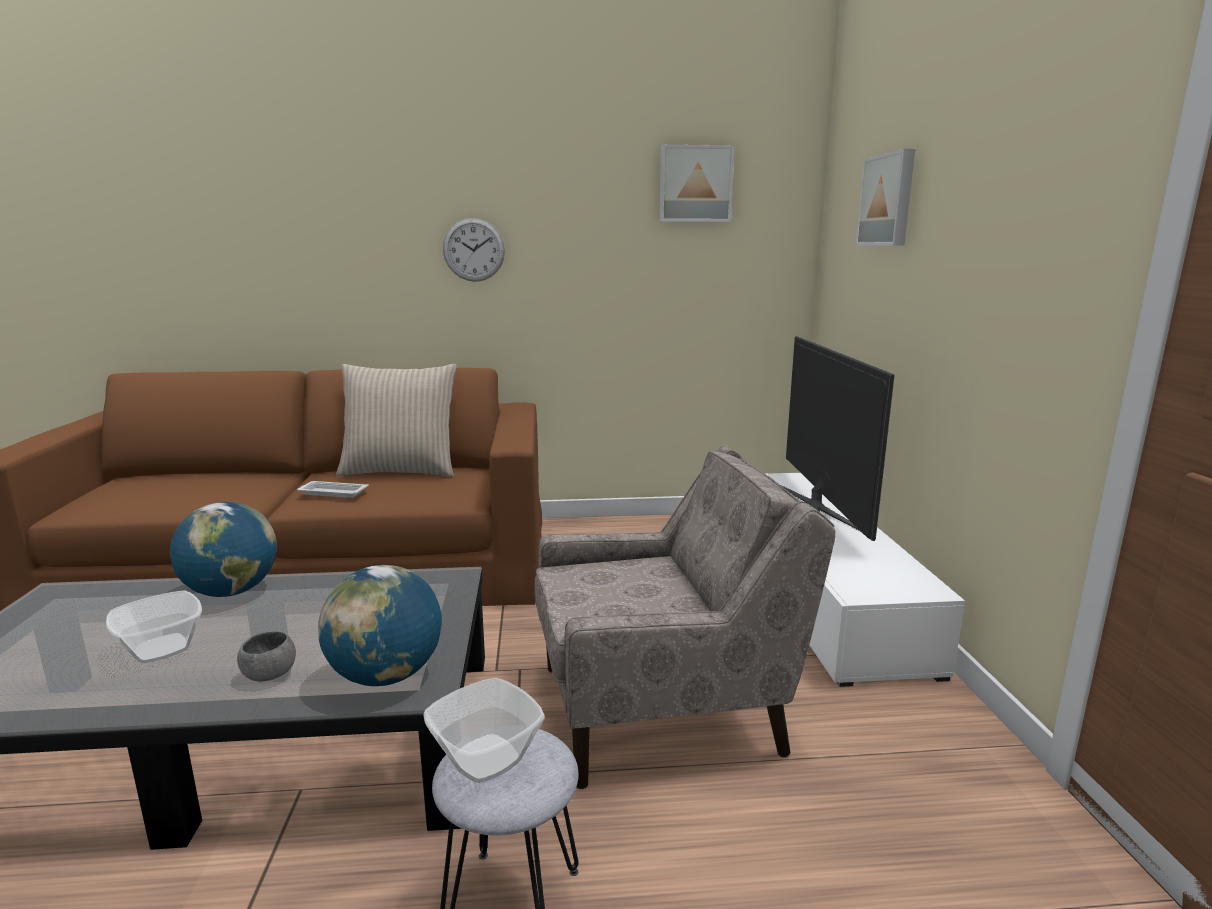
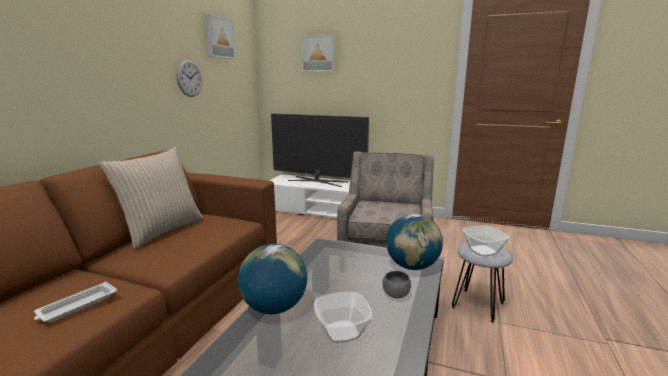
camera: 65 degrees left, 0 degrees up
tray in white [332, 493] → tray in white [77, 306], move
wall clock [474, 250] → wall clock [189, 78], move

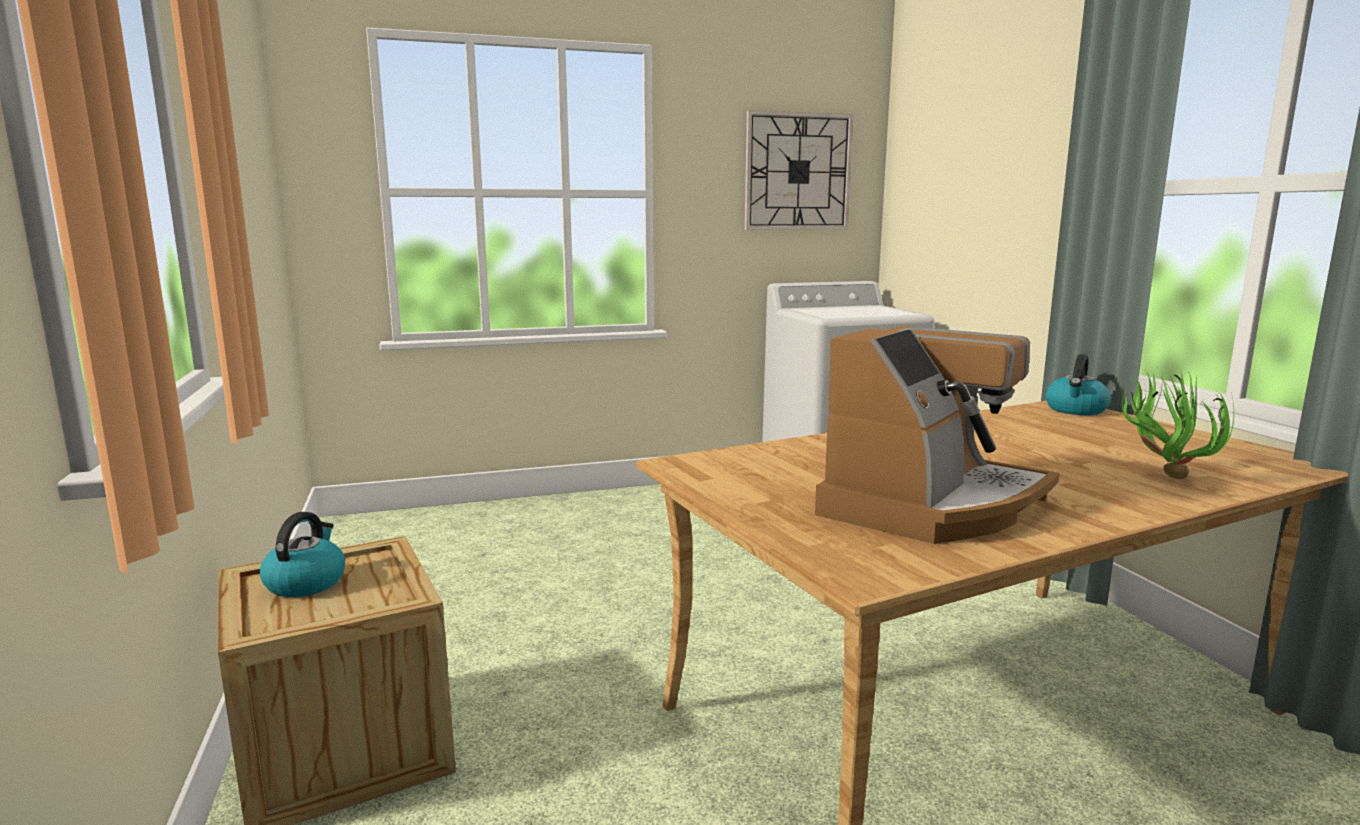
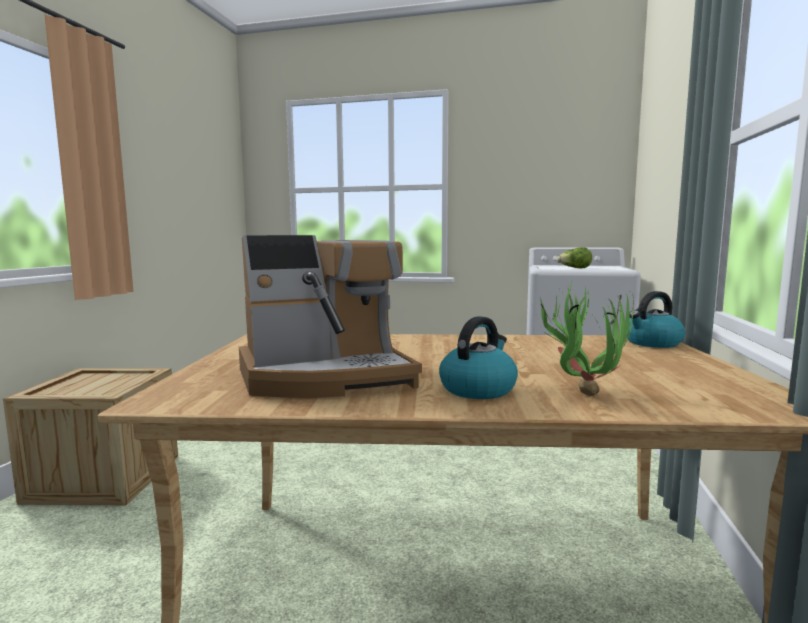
camera: 30 degrees right, 5 degrees down
kettle [306, 582] → kettle [478, 389], move
- → lettuce [574, 268]
wall clock [798, 172] → -

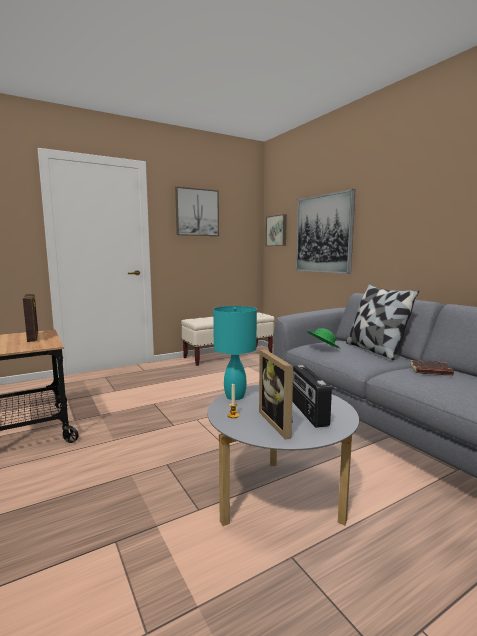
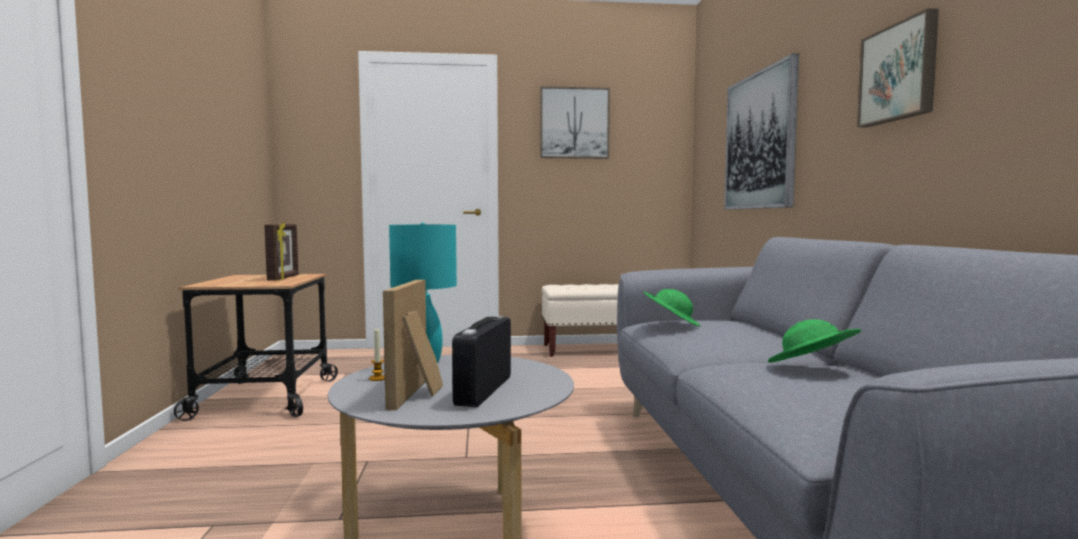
camera: 25 degrees right, 5 degrees down
book in brown [430, 371] → hat in green [811, 369]
picture [277, 231] → picture [899, 73], move
pillow [375, 350] → -

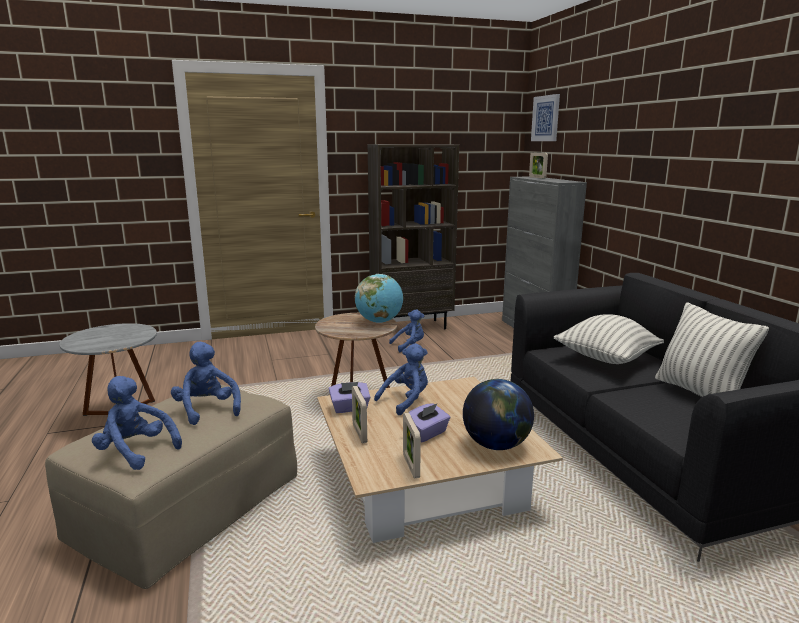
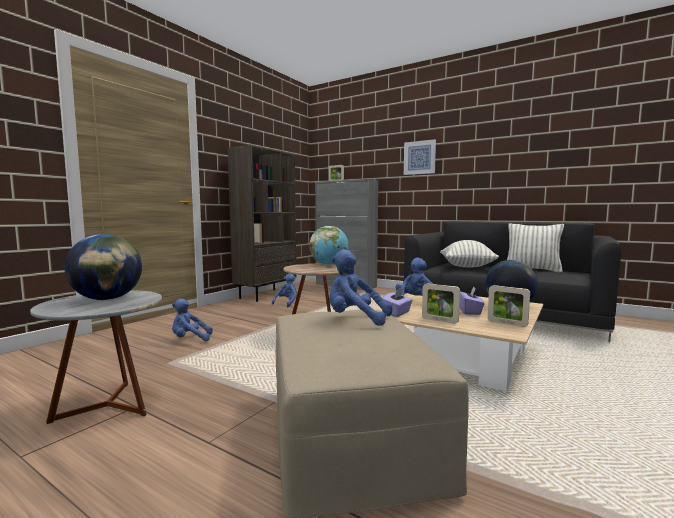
camera: 40 degrees left, 10 degrees down
- → globe [107, 299]
plush toy in blue [136, 451] → plush toy in blue [190, 339], move
picture [546, 118] → picture [419, 157], move

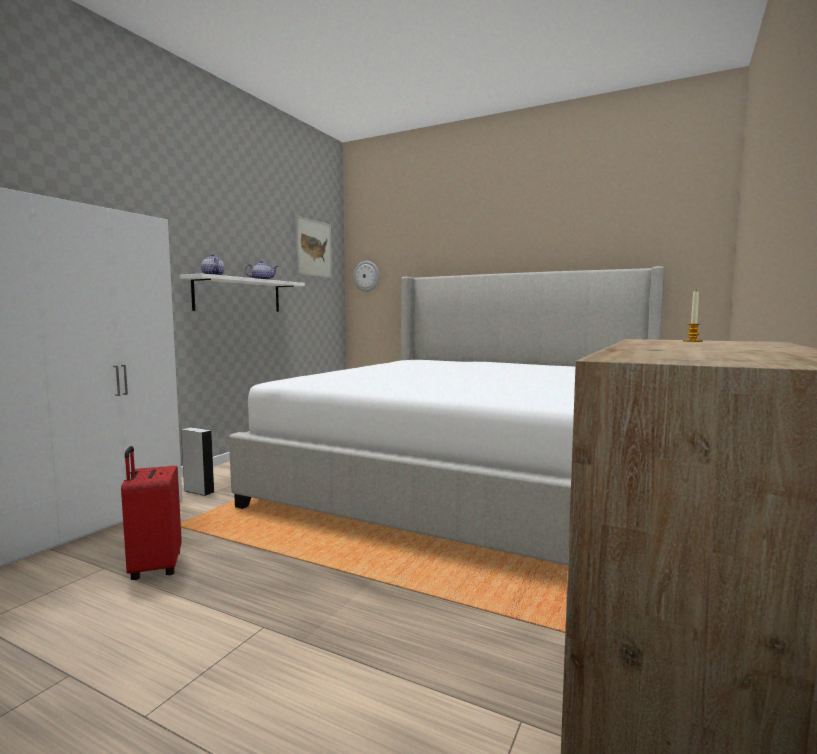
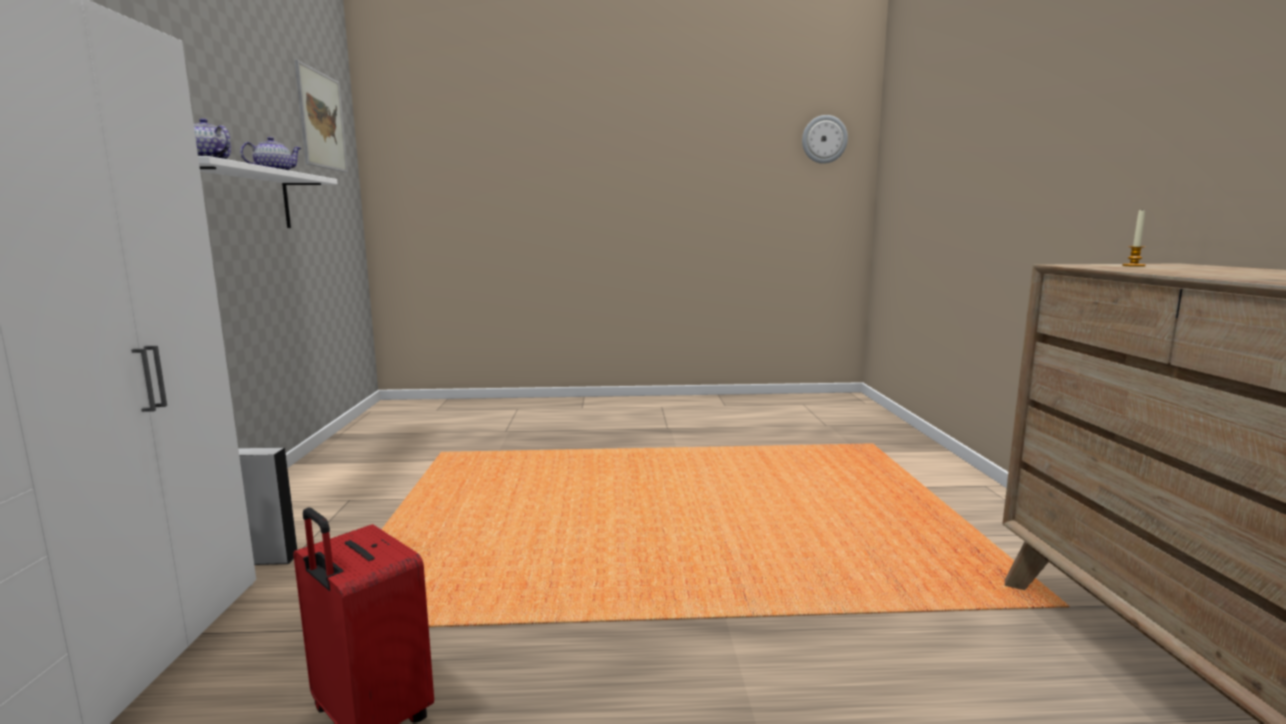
camera: 30 degrees left, 5 degrees up
wall clock [367, 276] → wall clock [824, 139], move
bed [473, 480] → -

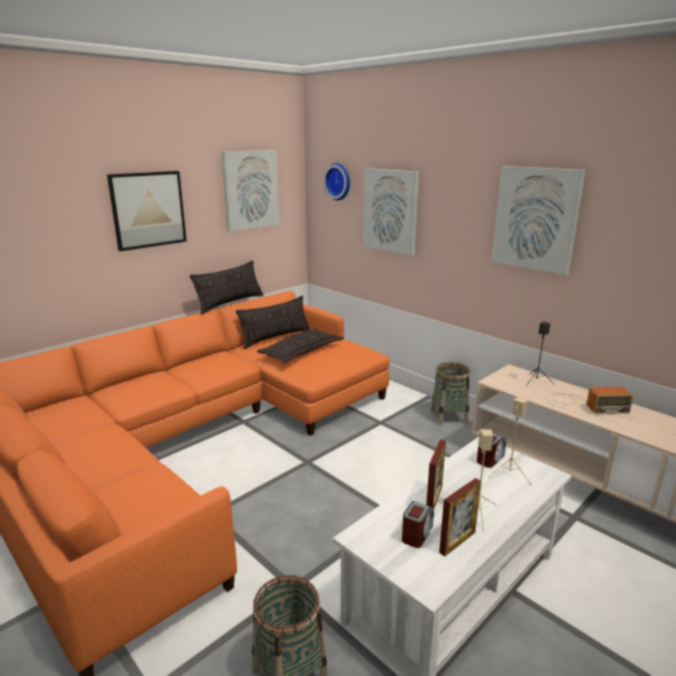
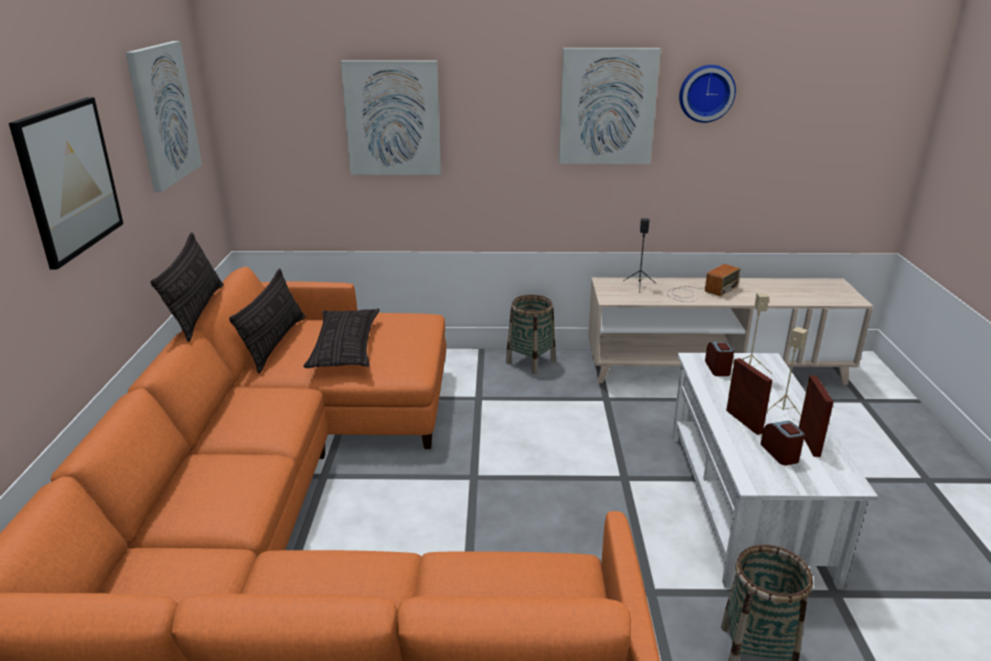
camera: 45 degrees left, 5 degrees up
wall clock [339, 181] → wall clock [706, 93], move

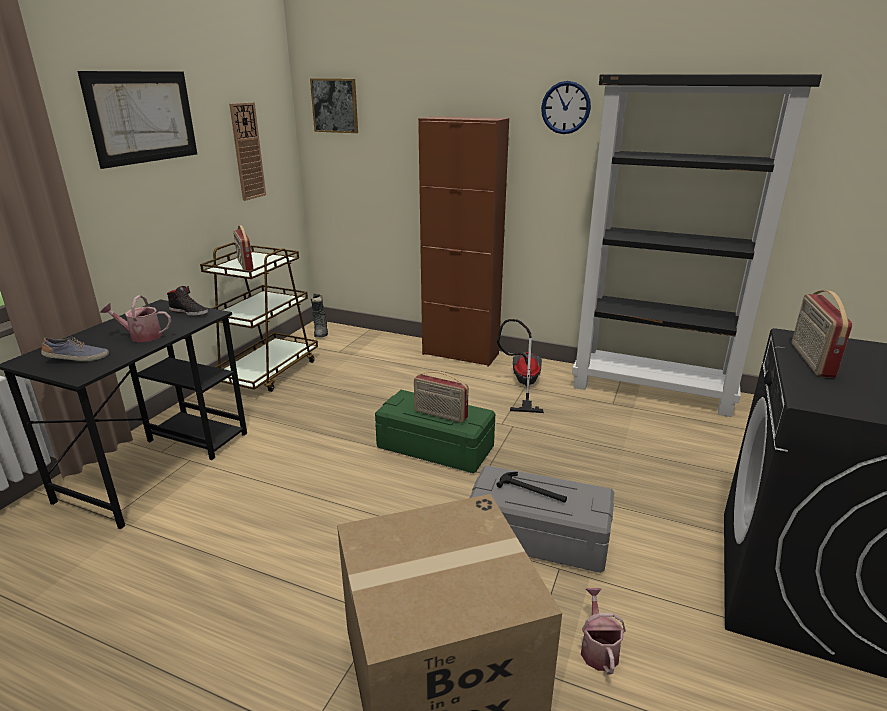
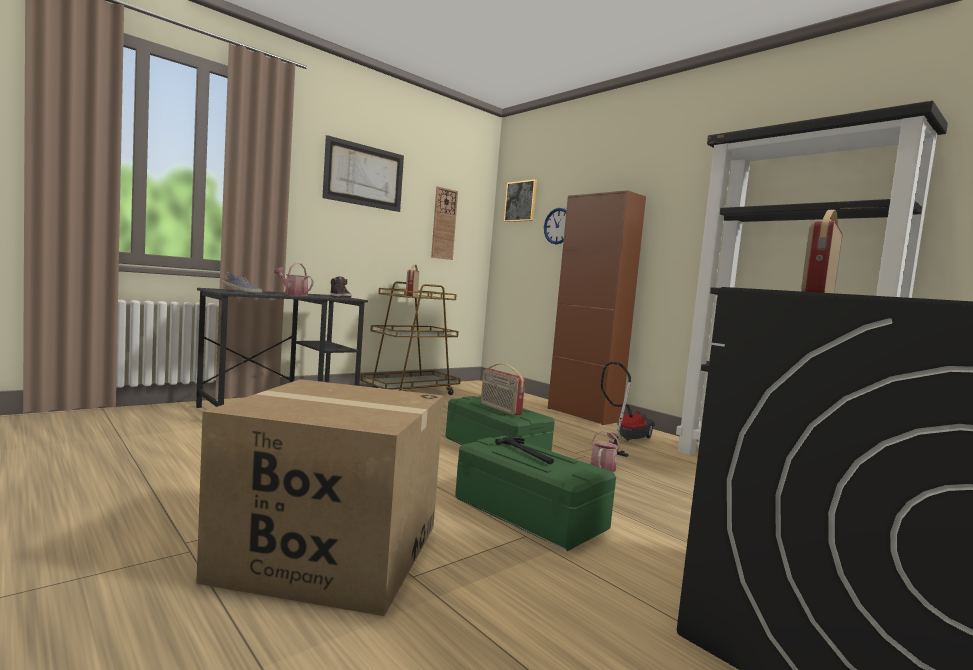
camera: 25 degrees right, 20 degrees down
storage box in grey [539, 536] → storage box in green [530, 513]
wall clock [565, 107] → wall clock [558, 226], move
watering can [598, 648] → watering can [603, 467], move
boot in black [321, 332] → -

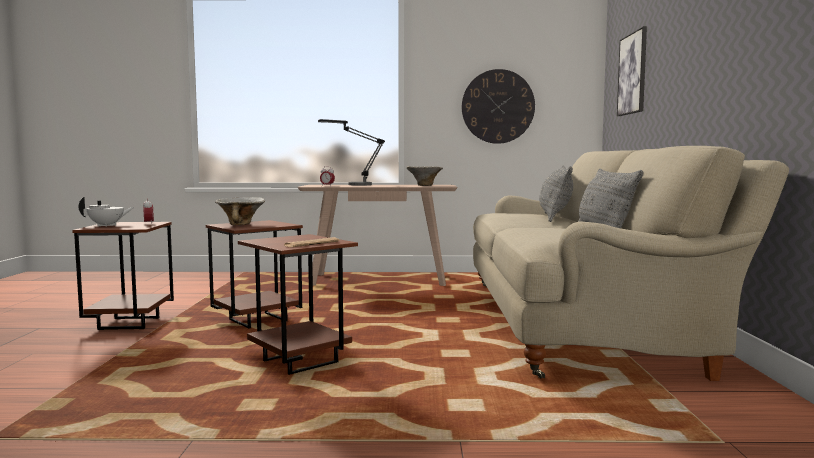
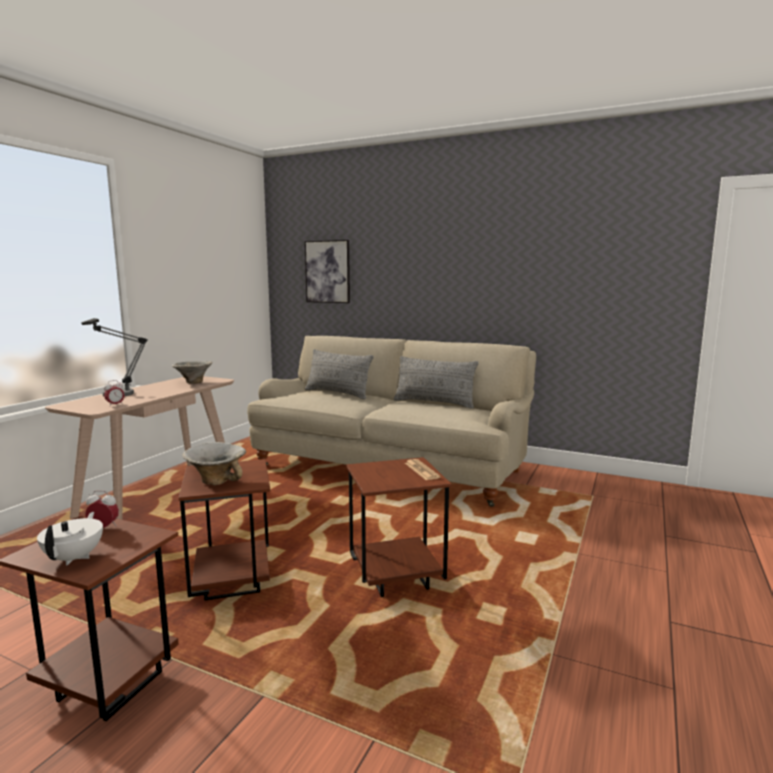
camera: 65 degrees left, 5 degrees up
wall clock [498, 106] → -

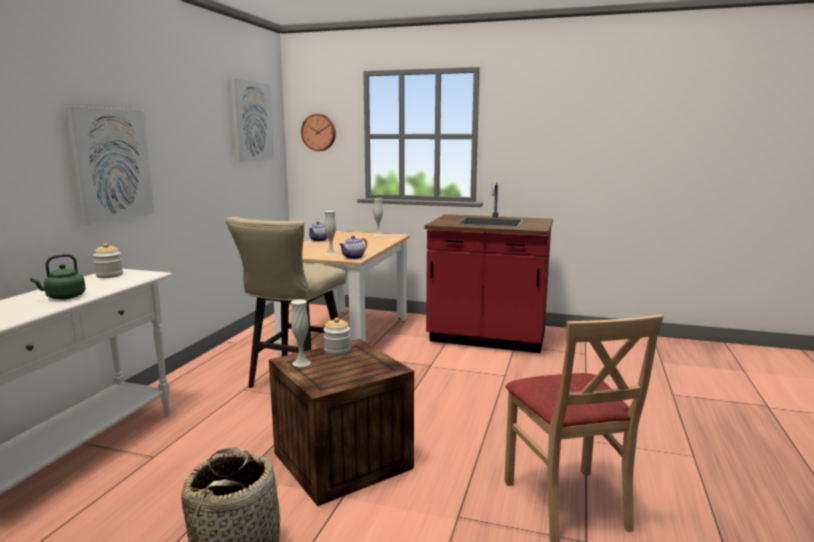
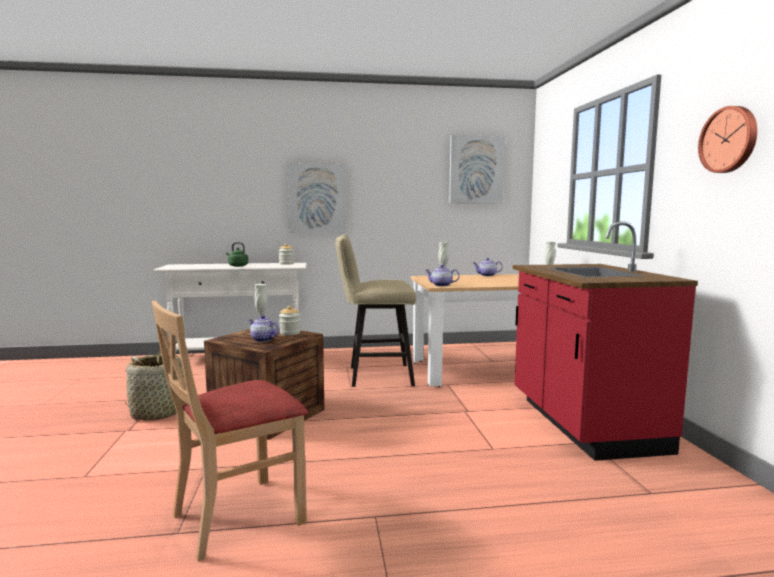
camera: 65 degrees right, 5 degrees down
- → teapot [263, 340]
wall clock [319, 132] → wall clock [729, 140], move

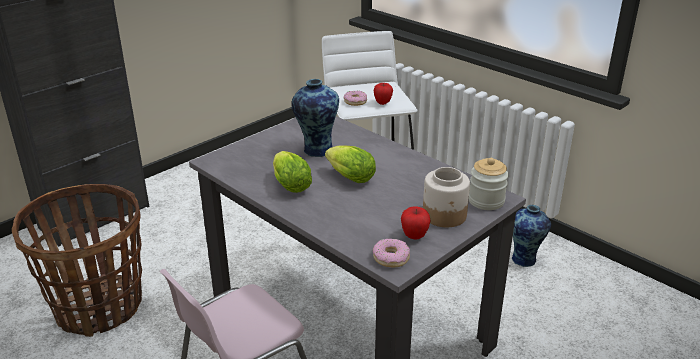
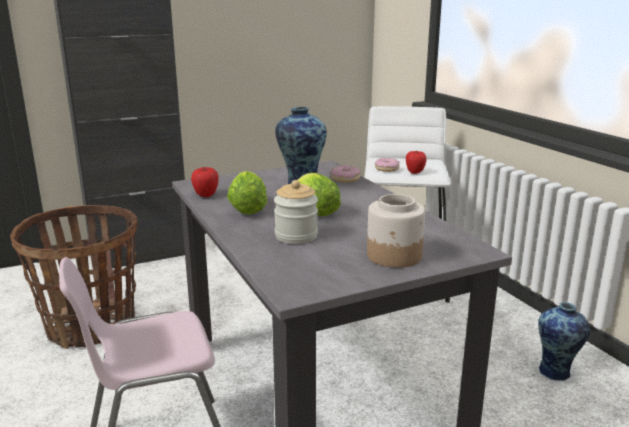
camera: 20 degrees right, 10 degrees down
apple [414, 236] → apple [206, 195], move
jar [486, 201] → jar [296, 236], move
donut [391, 258] → donut [345, 179], move

